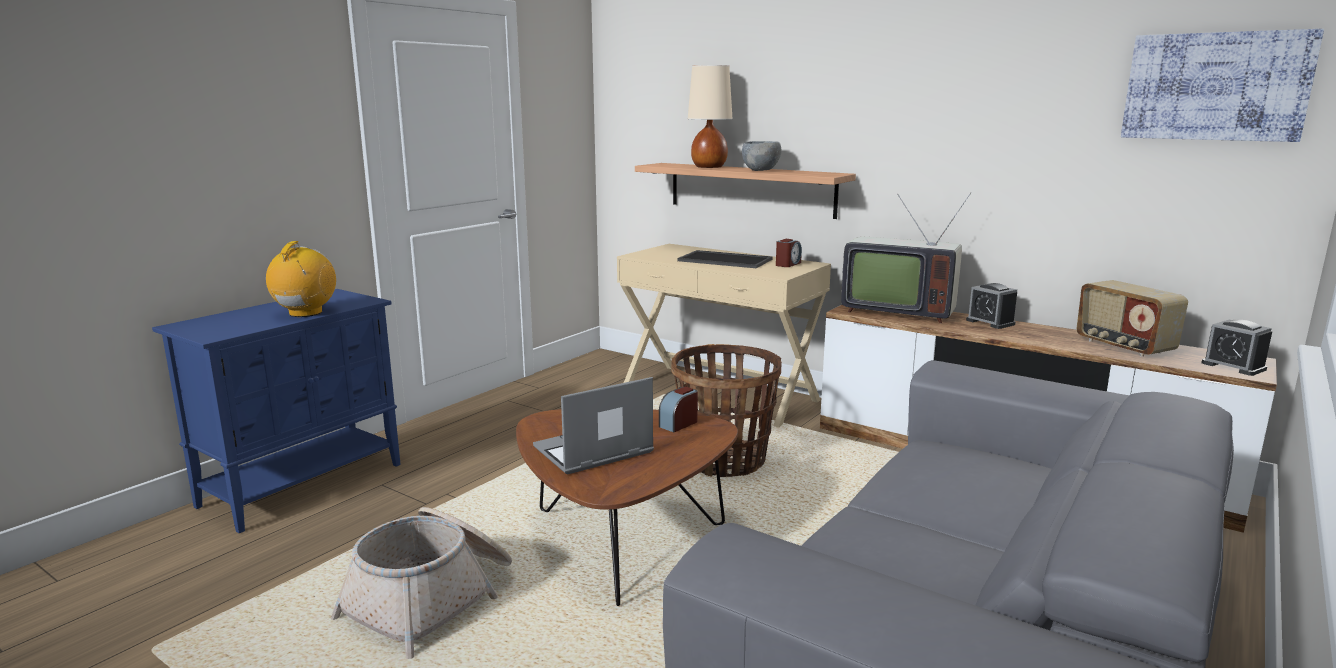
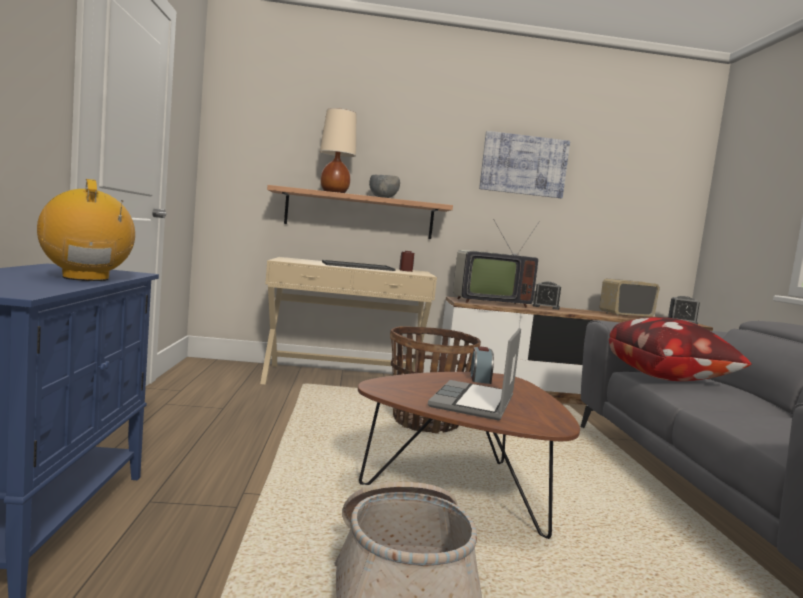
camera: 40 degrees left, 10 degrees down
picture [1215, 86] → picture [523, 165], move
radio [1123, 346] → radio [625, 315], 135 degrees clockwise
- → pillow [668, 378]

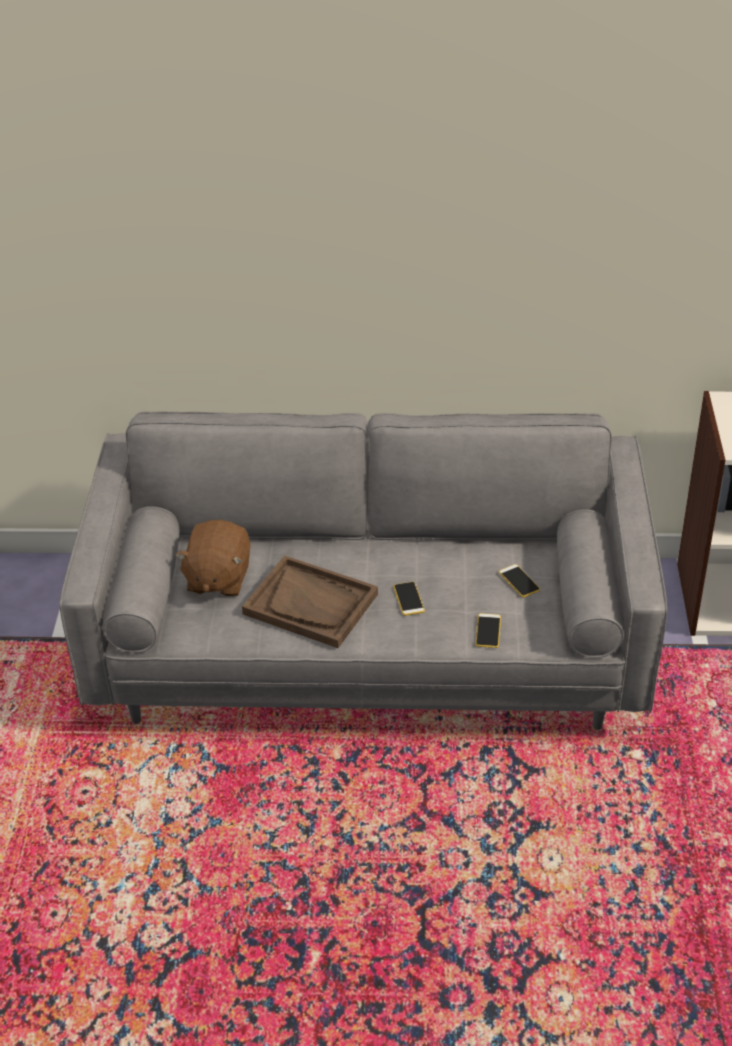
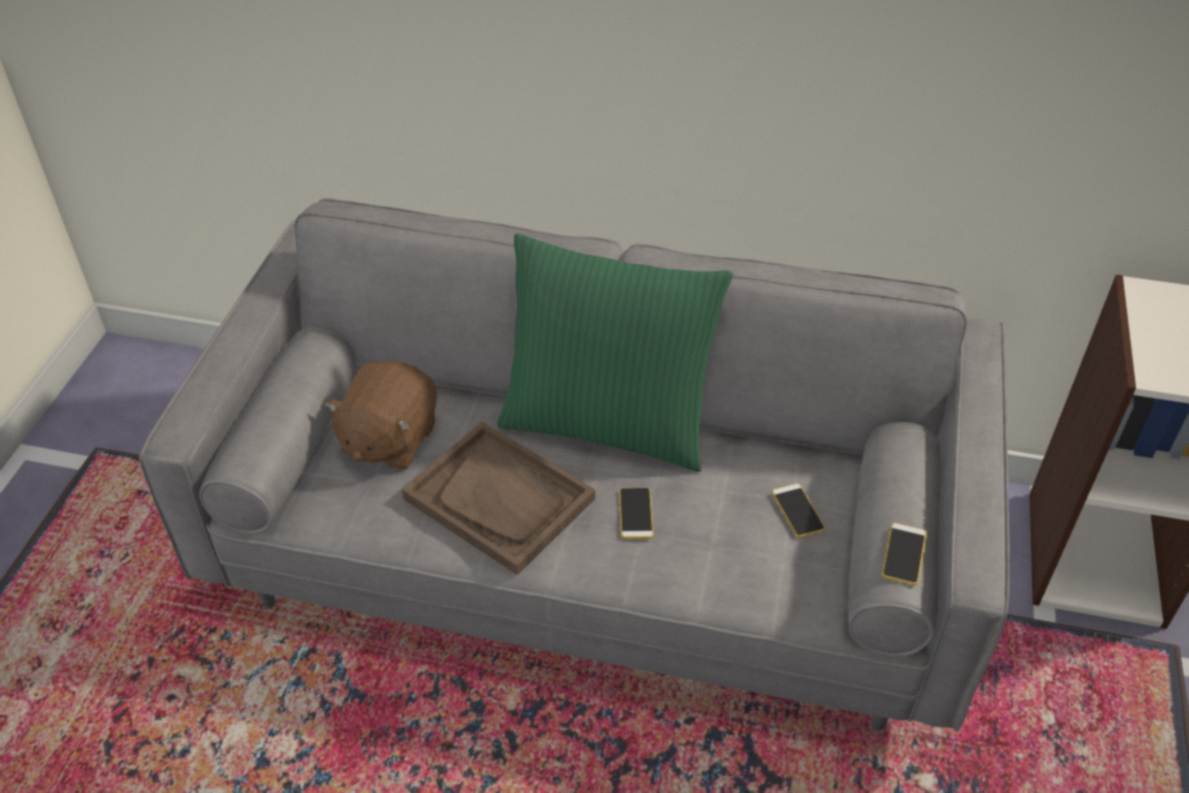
camera: 10 degrees right, 5 degrees up
- → pillow in green [607, 424]
phone [488, 631] → phone [903, 554], move

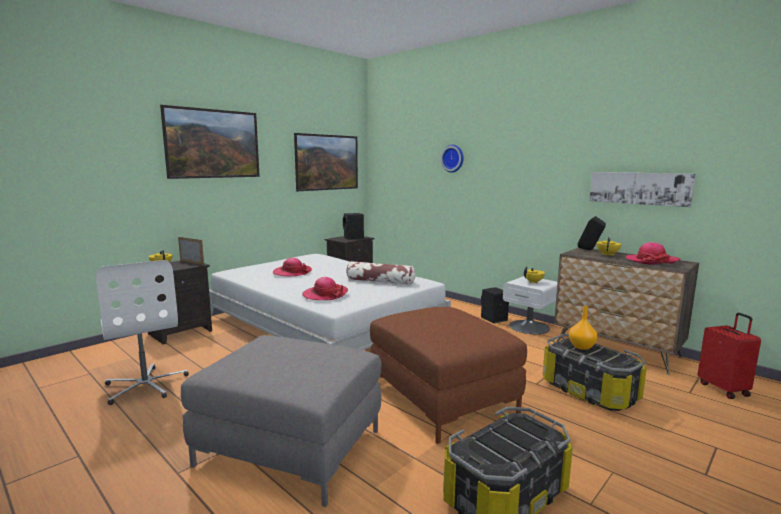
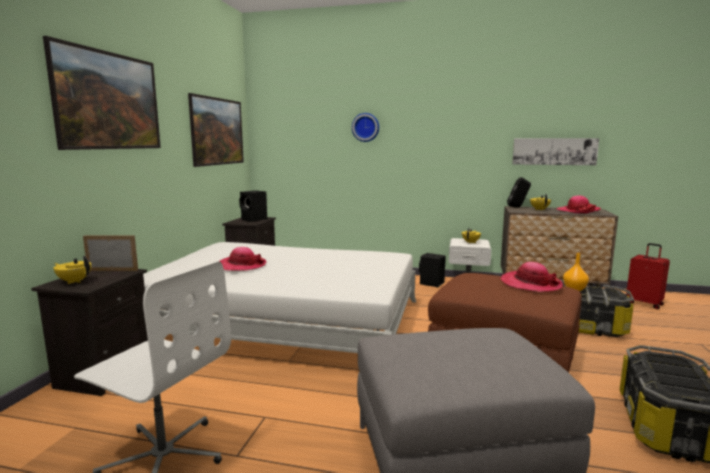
camera: 30 degrees left, 0 degrees up
hat [325, 294] → hat [530, 284], move
pillow [380, 281] → -

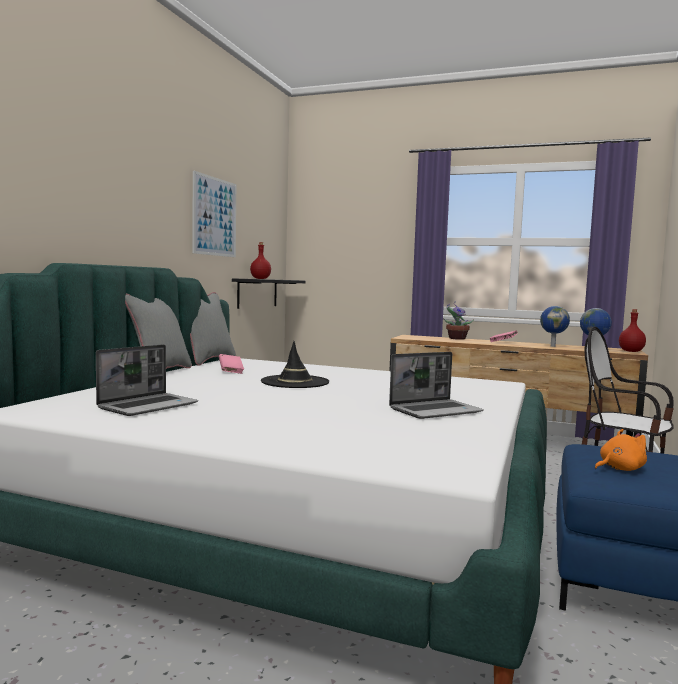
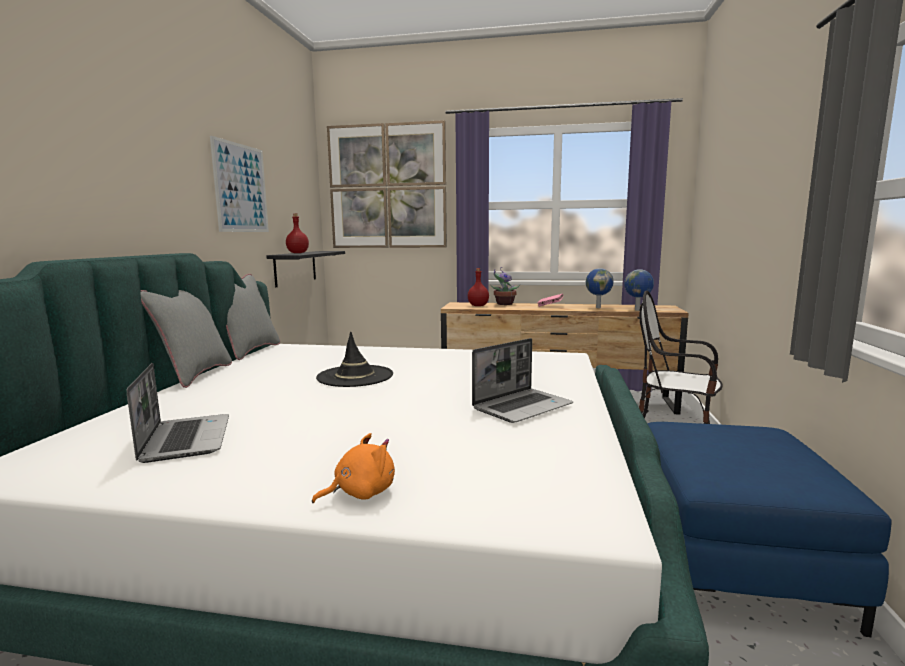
camera: 10 degrees left, 5 degrees up
laptop [149, 406] → laptop [185, 439], 45 degrees counterclockwise
plush toy in orange [619, 468] → plush toy in orange [360, 493], move
- → picture [387, 187]
bottle in red [630, 351] → bottle in red [477, 306], move
book in pink [231, 371] → -

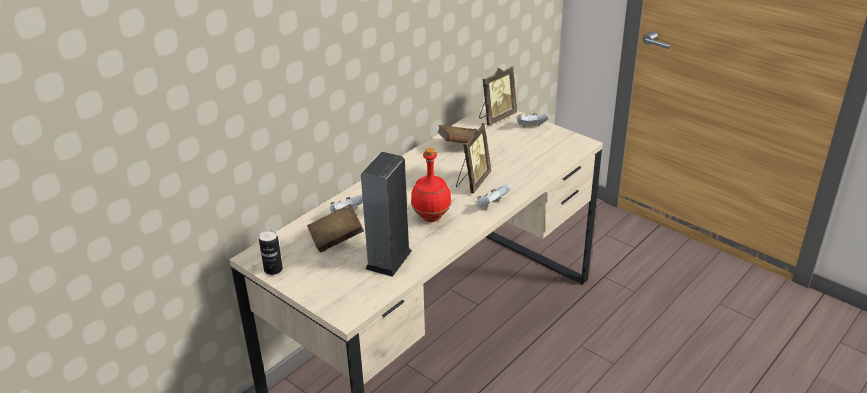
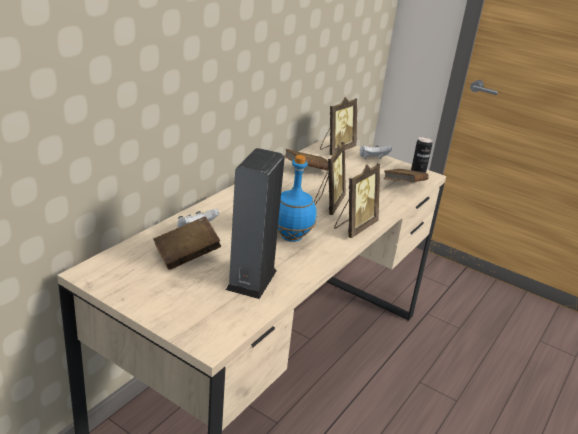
camera: 10 degrees left, 5 degrees down
bottle in red [432, 217] → bottle in blue [292, 237]
game controller in white [492, 205] → picture frame [354, 227]
- → book in brown [403, 187]
can [273, 269] → can [418, 171], move

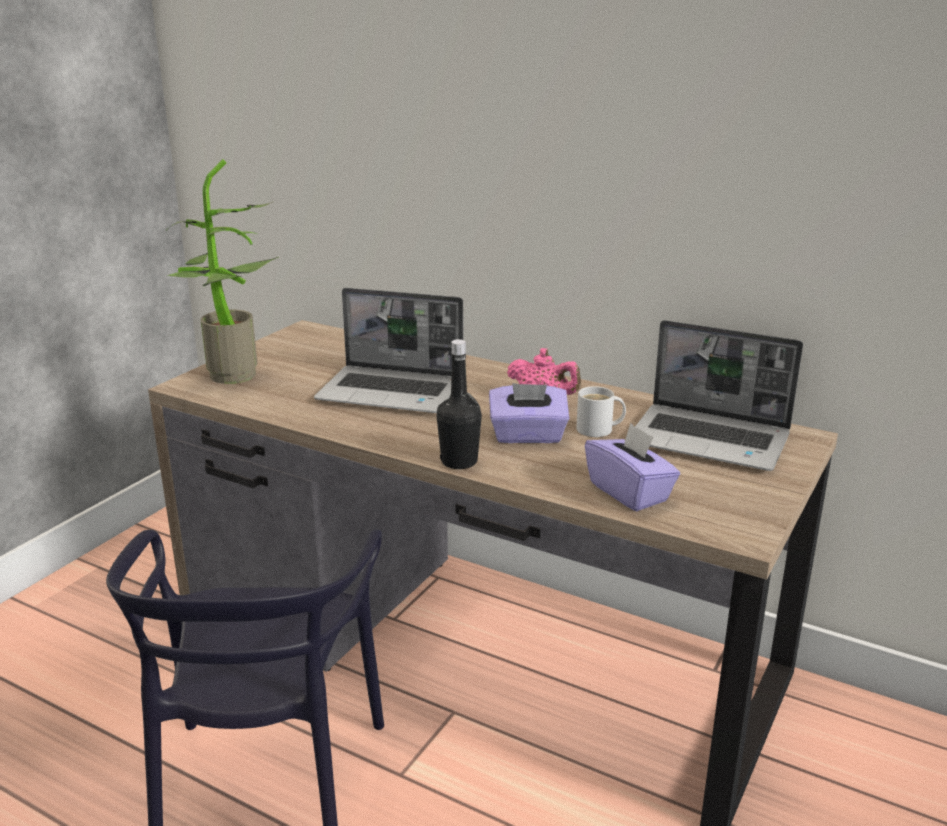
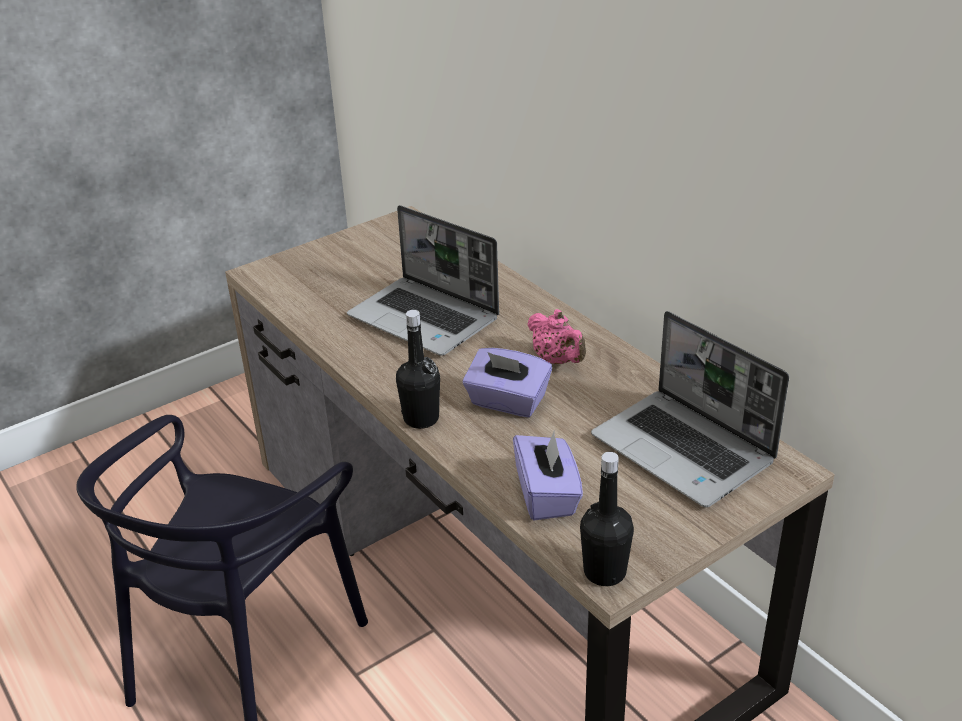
camera: 25 degrees right, 10 degrees up
- → bottle in black [604, 572]
potted plant [230, 378] → -
mug in white [598, 430] → -

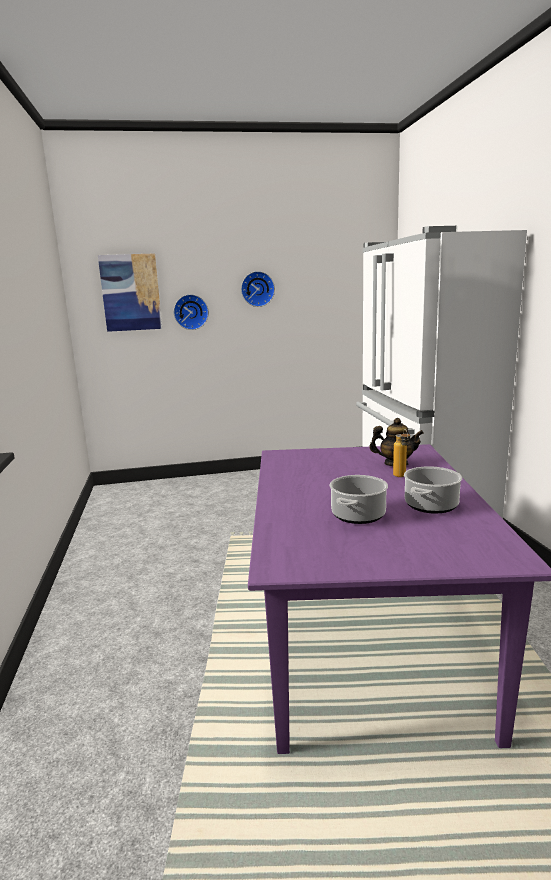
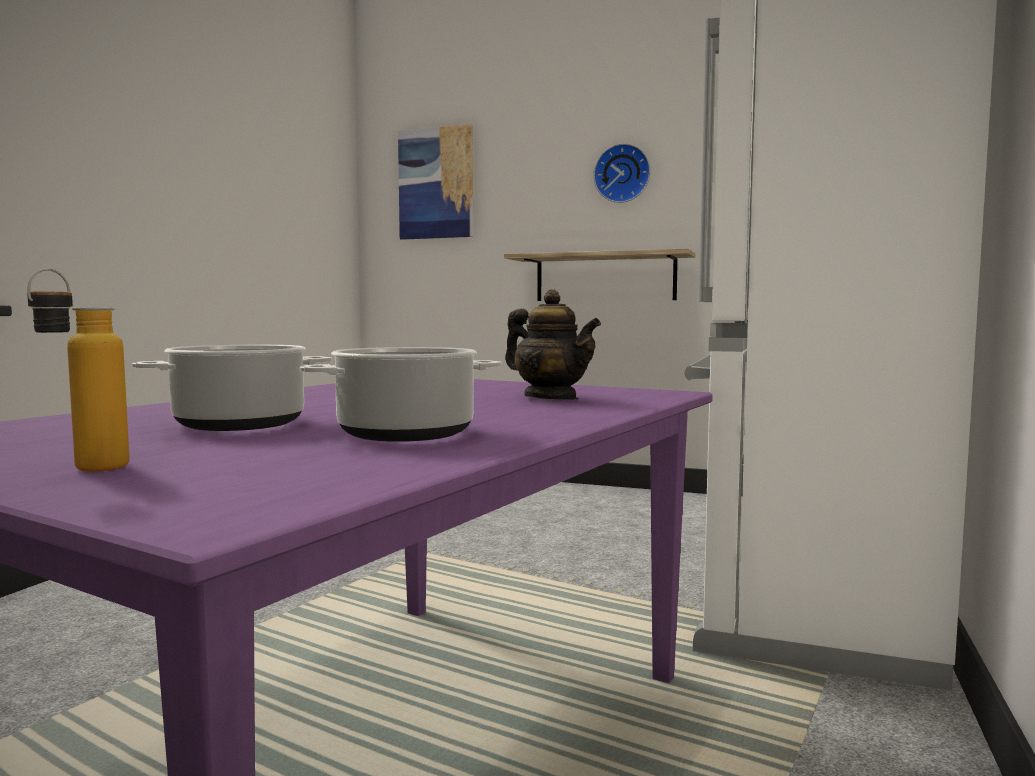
camera: 30 degrees right, 10 degrees down
bottle [401, 477] → bottle [84, 471], move
- → shelf [605, 278]
wall clock [191, 312] → -

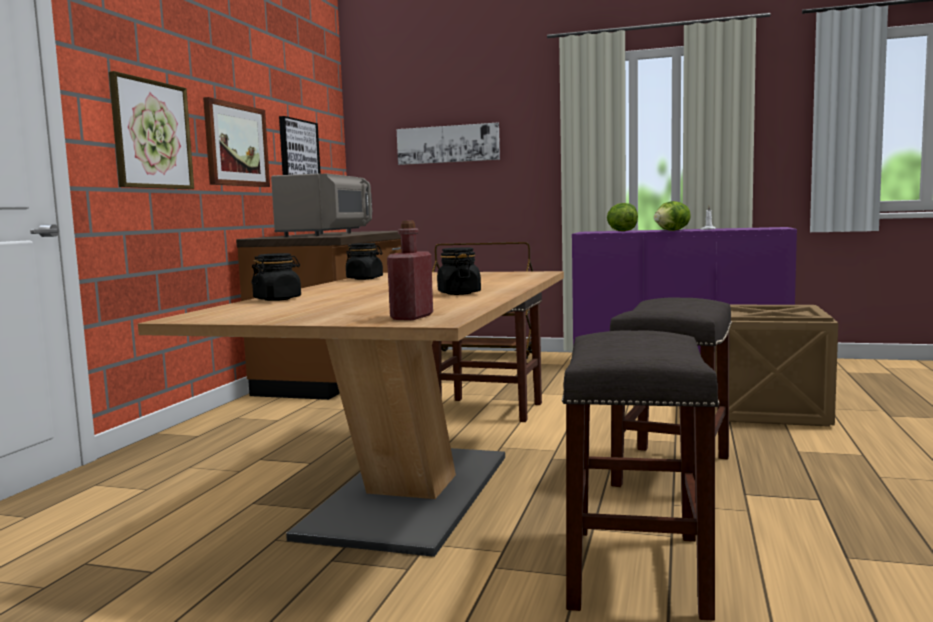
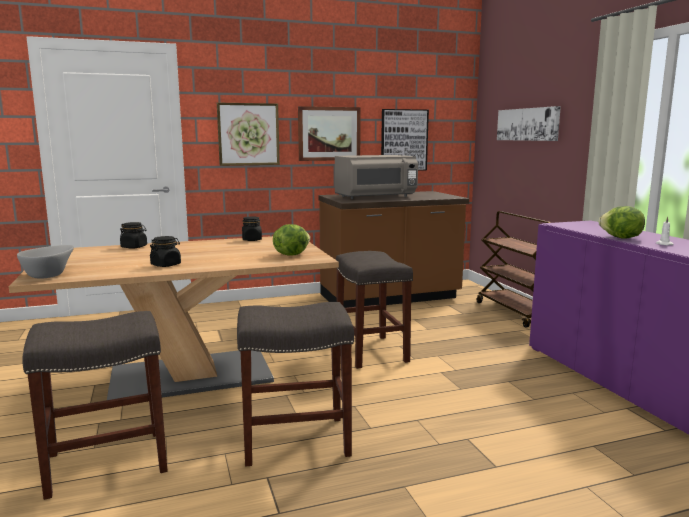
camera: 55 degrees right, 5 degrees up
bottle in red [412, 317] → bowl in grey [49, 275]
lettuce [621, 231] → lettuce [291, 254], move
crate [769, 410] → -

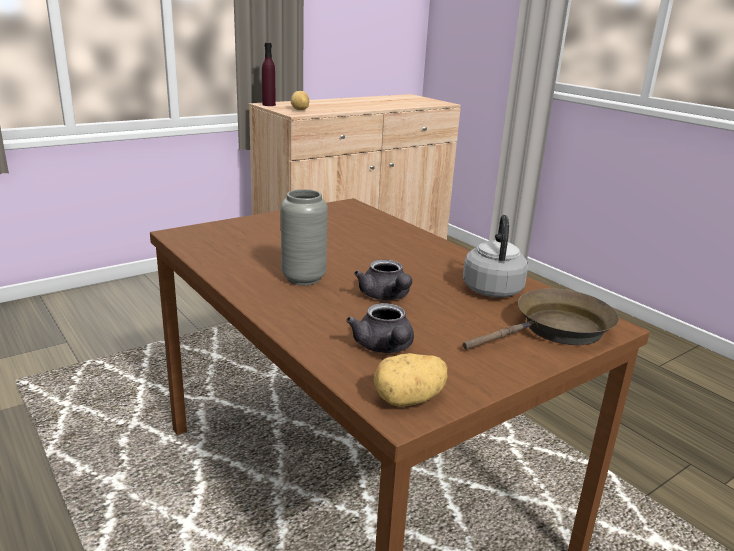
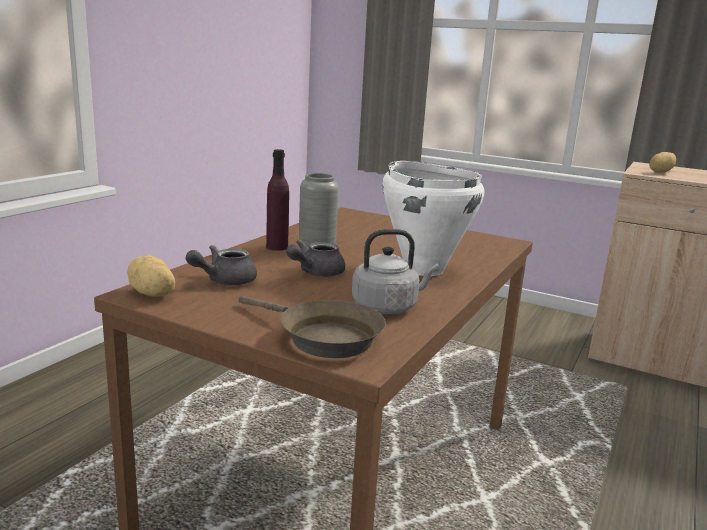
camera: 65 degrees right, 5 degrees down
bottle in purple [269, 105] → bottle in purple [277, 247], move
- → cooking pot in white [424, 269]

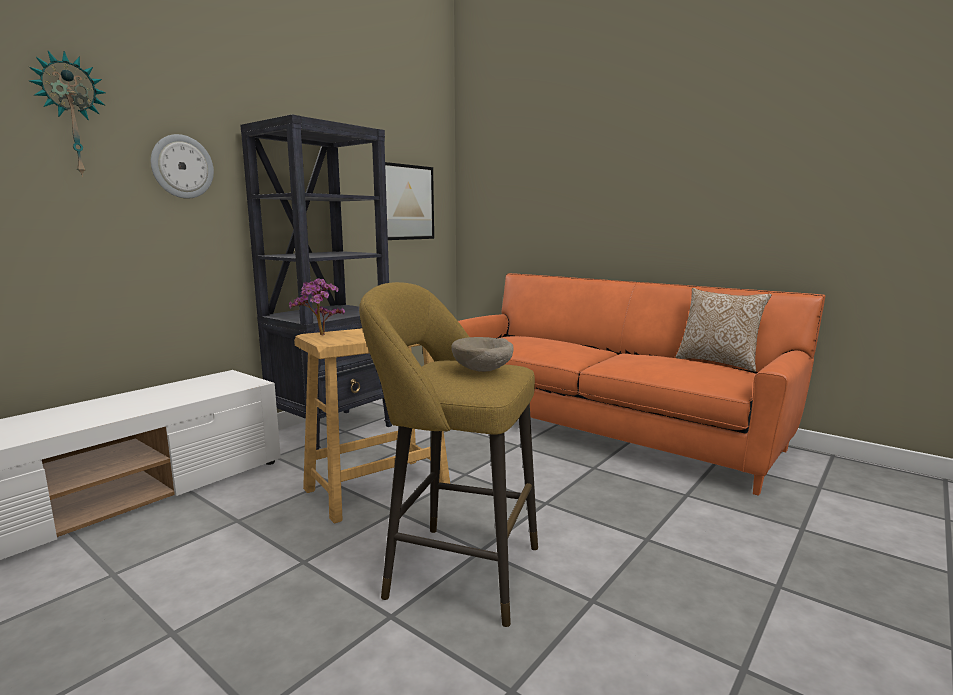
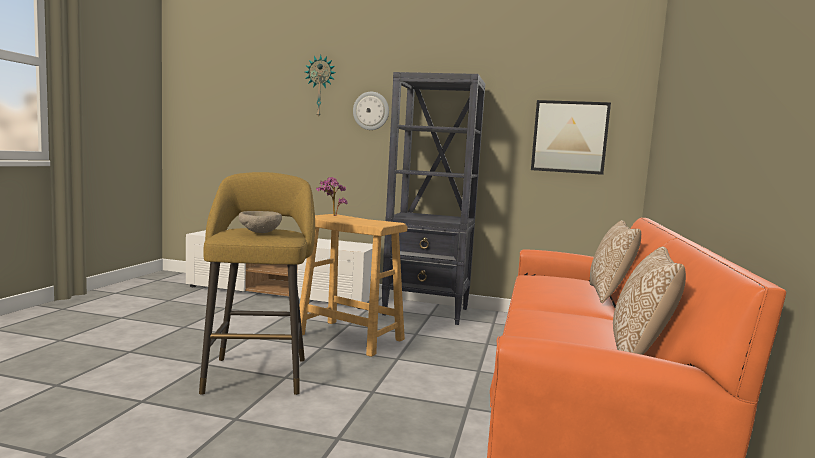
camera: 65 degrees right, 5 degrees down
- → pillow [609, 294]

